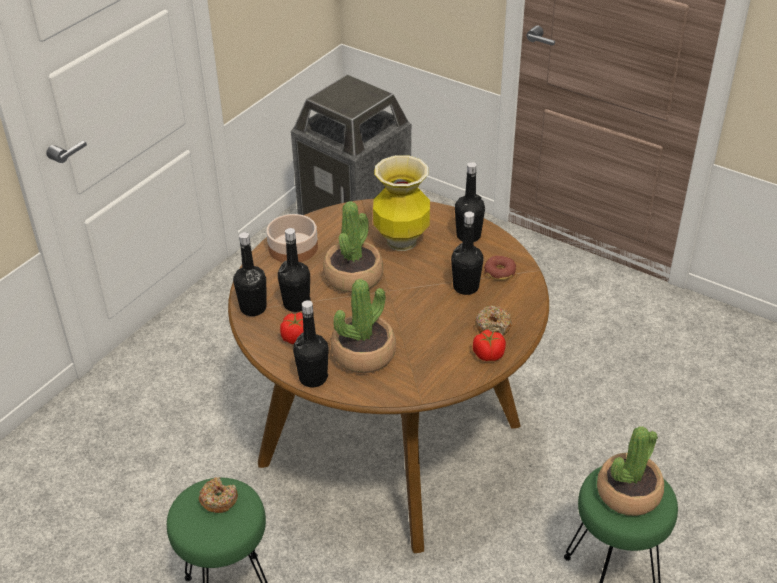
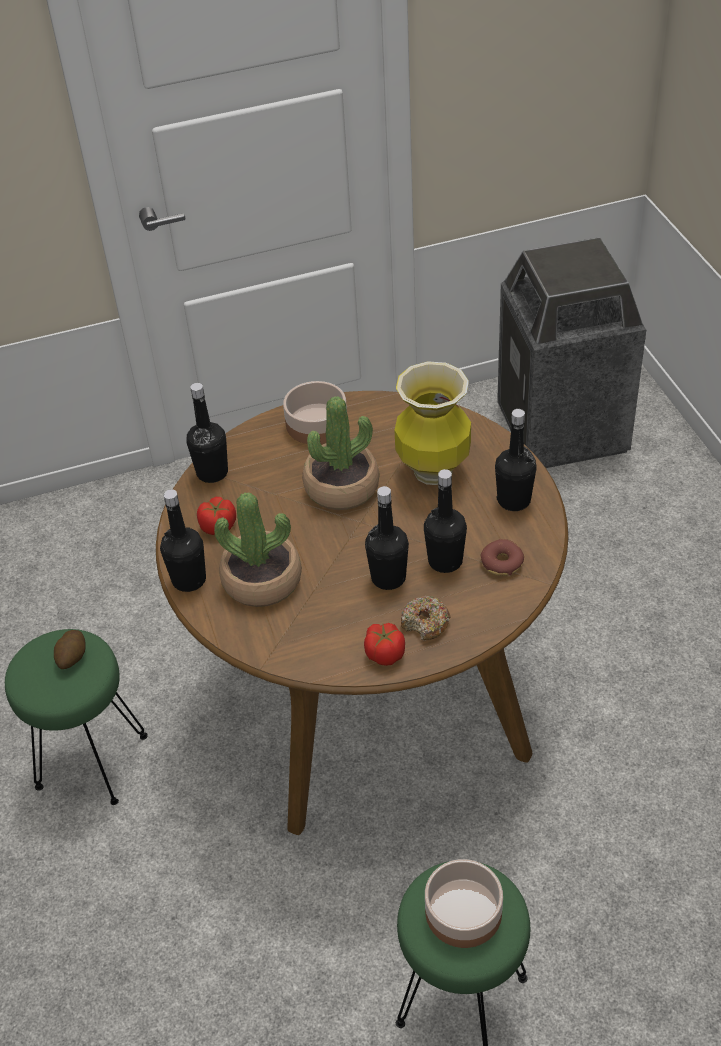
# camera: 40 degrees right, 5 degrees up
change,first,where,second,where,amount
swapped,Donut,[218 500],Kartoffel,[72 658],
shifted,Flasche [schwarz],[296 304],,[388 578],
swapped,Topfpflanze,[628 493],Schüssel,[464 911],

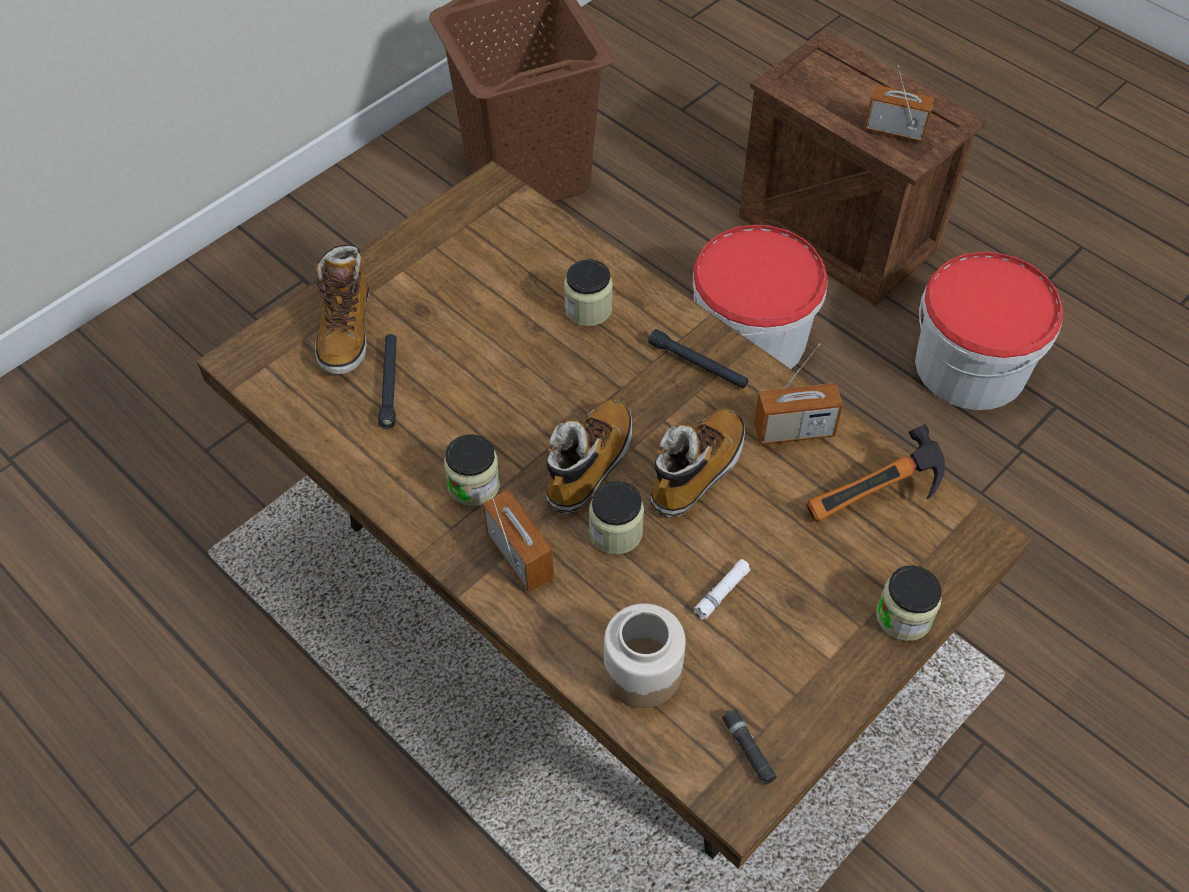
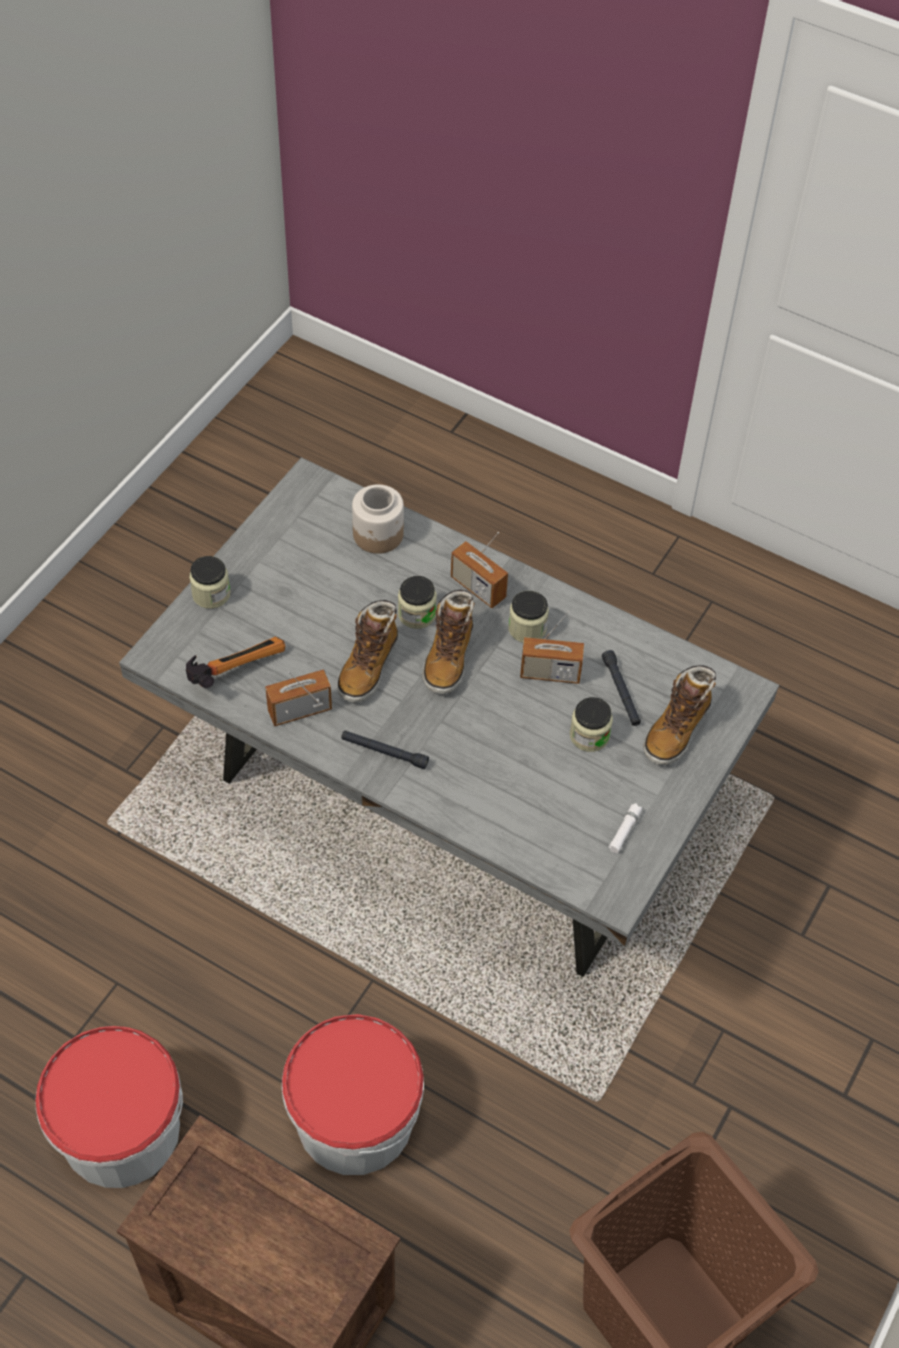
# camera: 165 degrees right, 0 degrees up
change,first,where,second,where,amount
repainted,Esstisch [braun],[590 610],Esstisch [grau],[447 811],
shifted,Radio,[895 130],,[550 673],
shifted,Vorratsglas,[588 309],,[589 736],
shifted,Taschenlampe [weiß],[722 593],,[624 831],
rotated,Stiefel,[346 331],,[676 729],135 degrees counterclockwise
gone,Taschenlampe [schwarz],[748 749],,,

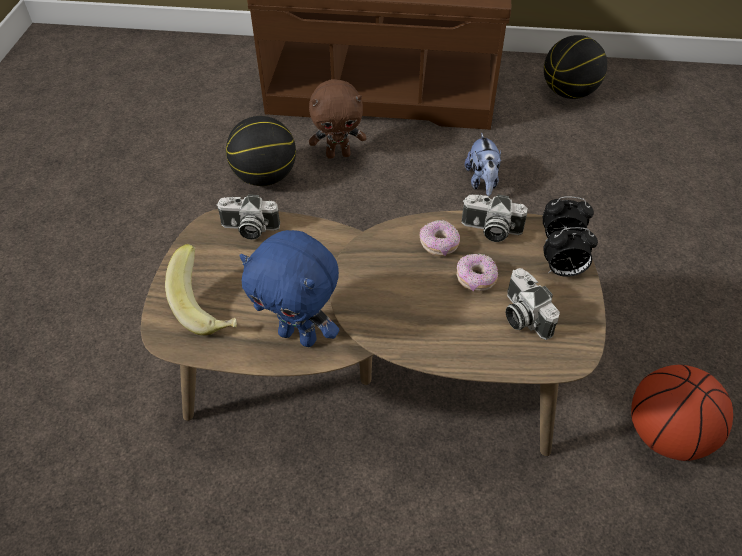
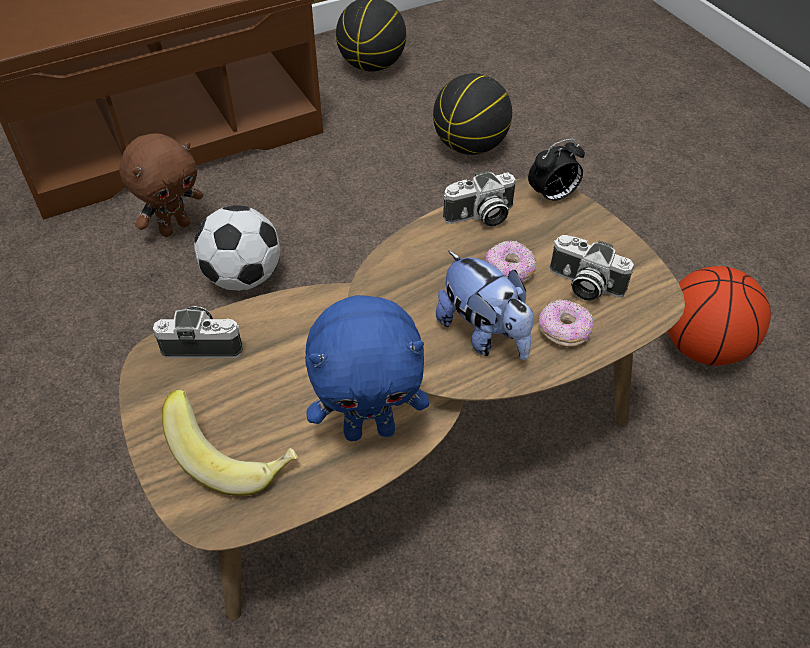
# camera: 35 degrees left, 0 degrees up
change,first,where,second,where,amount
rotated,Kamera,[249 229],,[204 343],150 degrees counterclockwise
new,,,Fußball,[243 277],
shifted,Basketball,[265 177],,[470 146],
shifted,Plüschtier,[482 182],,[484 334],
shifted,Donut,[439 244],,[564 331],
gone,Wecker,[563 271],,,

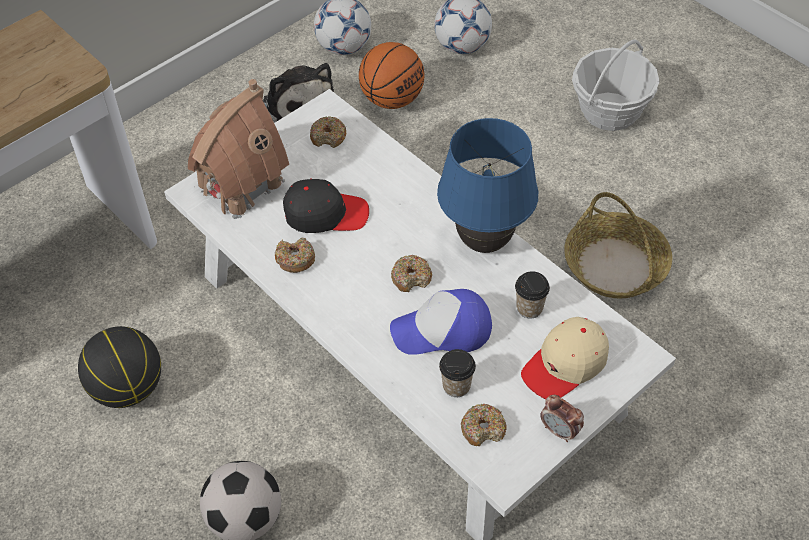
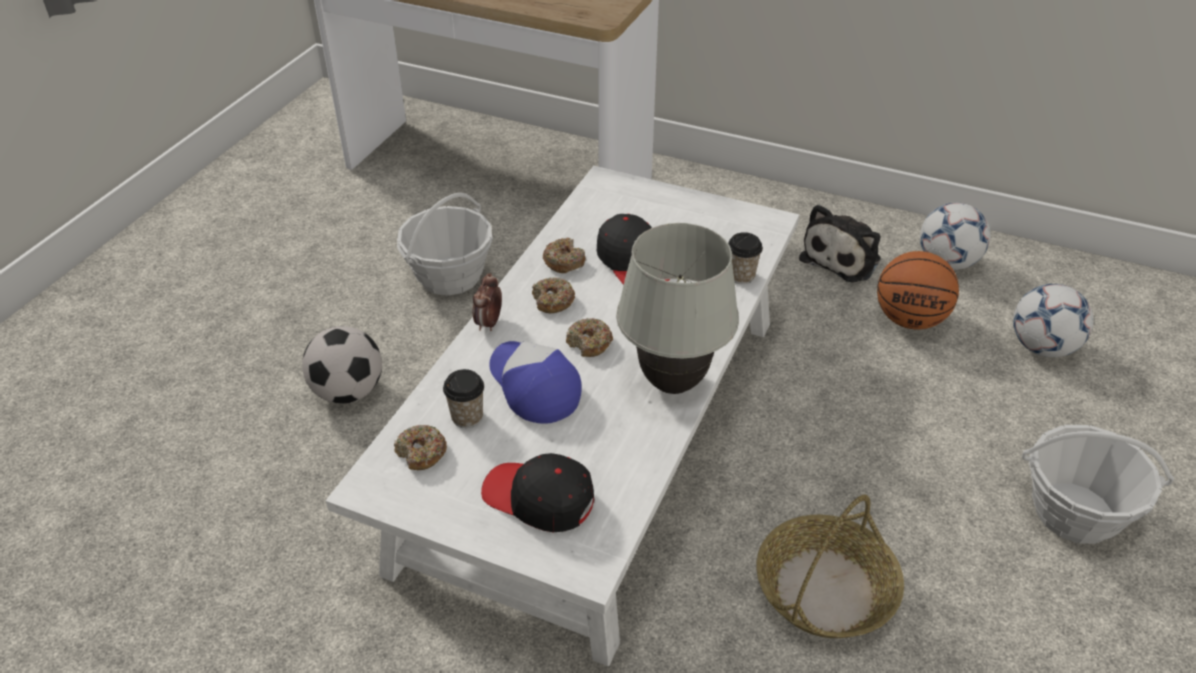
# camera: 65 degrees right, 10 degrees down
change,first,where,second,where,amount
swapped,Basketball,[128 388],Korb,[449 276],
shifted,Wecker,[560 431],,[489 323],
repainted,Kappe [beige],[565 365],Kappe [schwarz],[539 498],
shifted,Donut,[328 137],,[553 301],
repainted,Tischlampe [blau],[485 242],Tischlampe [weiß],[673 383],
shifted,Tasse,[529 308],,[741 276],
gone,Spielzeughaus,[240 183],,,

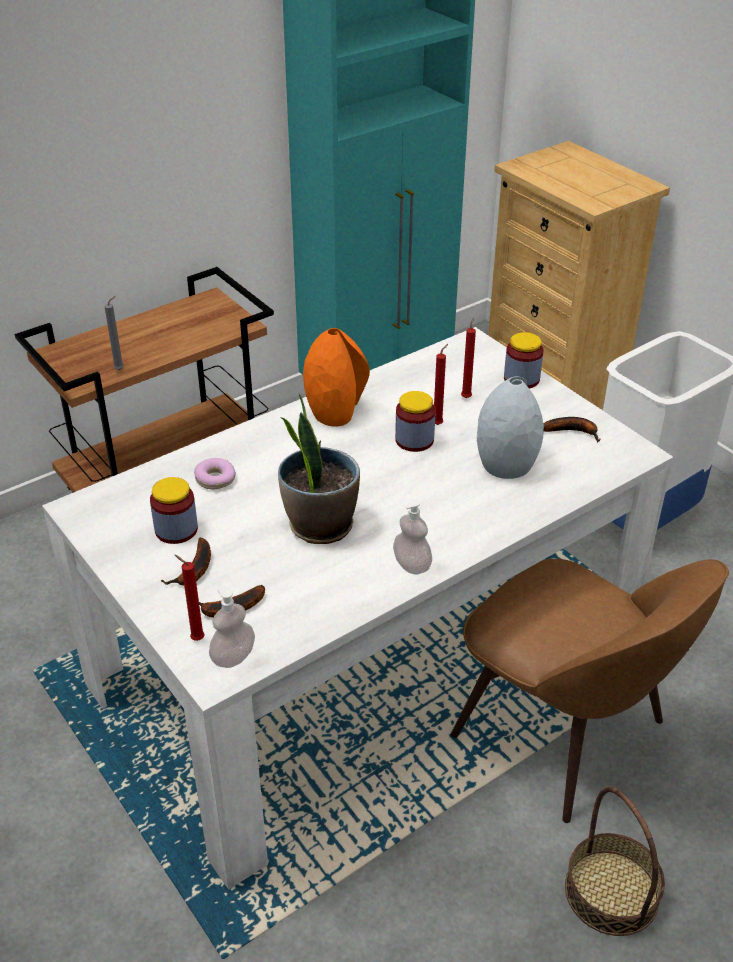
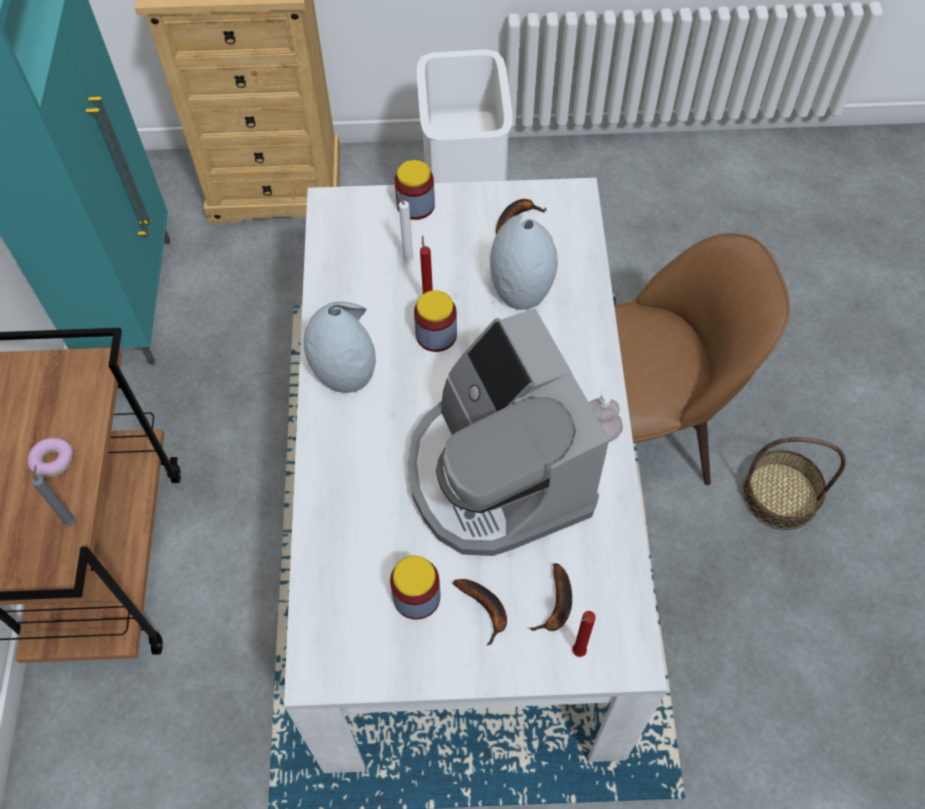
# camera: 55 degrees left, 20 degrees up
change,first,where,second,where,amount
shifted,Donut,[215 479],,[53 461],
repainted,Vase [orange],[335 412],Vase [grau],[345 371],
repainted,Kerze [rot],[466 397],Kerze [weiß],[407 260],
swapped,Topfpflanze,[320 525],Kaffeemaschine,[497 474],
gone,Seifenspender,[233 657],,,

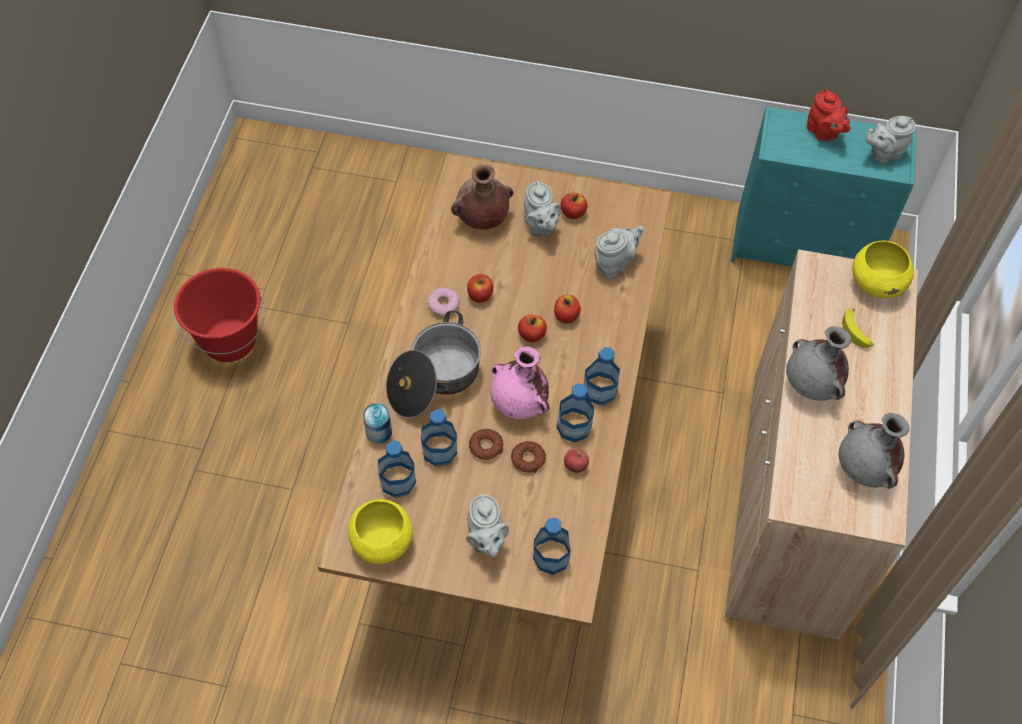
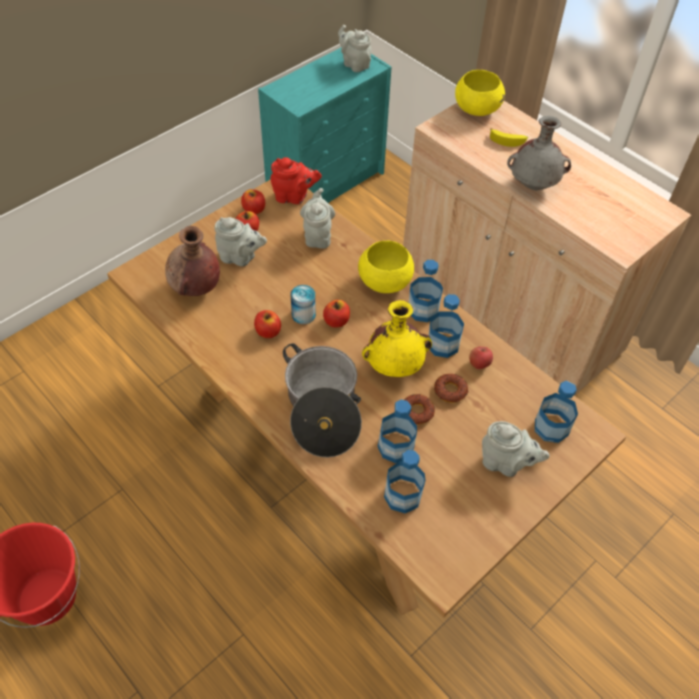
# camera: 55 degrees left, 5 degrees down
change,first,where,second,where,amount
shifted,Apfel,[566 316],,[254 210],
shifted,Teekanne [rot],[823 133],,[294 197],
shifted,Dose,[378 431],,[303 315],
rotated,Teekanne [grau],[883 154],,[354 64],120 degrees clockwise
shifted,Schüssel [gelb],[381 542],,[385 282],
repainted,Vase [rosa],[520 405],Vase [gelb],[395 366],
gone,Donut,[444 305],,,
gone,Vase [grau],[864 470],,,

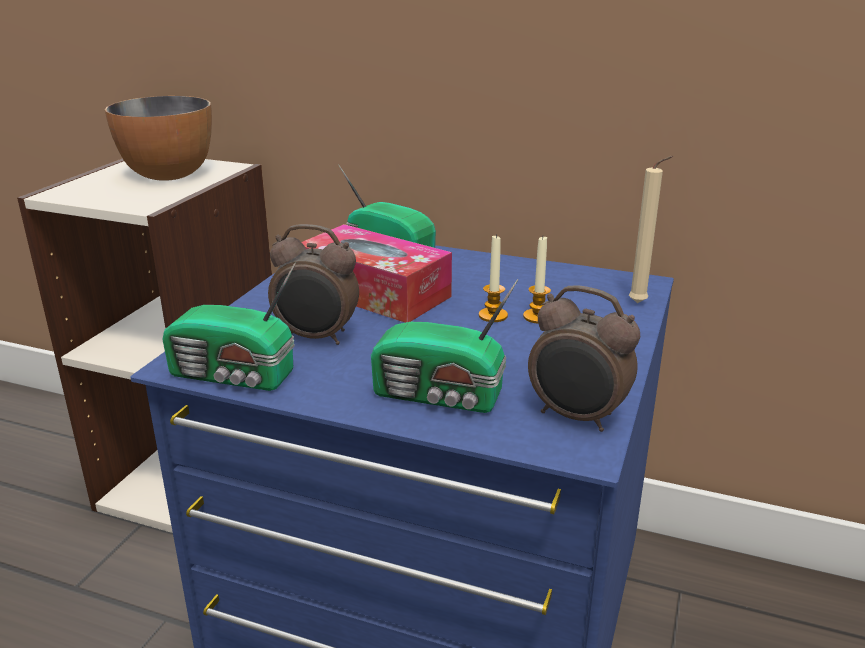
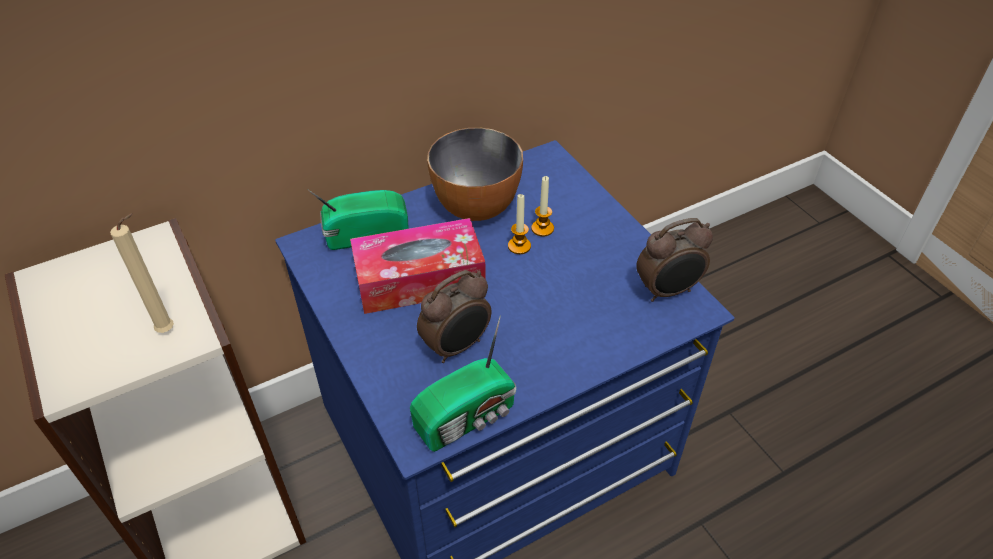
# camera: 50 degrees left, 20 degrees up
change,first,where,second,where,amount
shifted,Kerze [beige],[640 304],,[169 330],
shifted,Schüssel,[168 175],,[477 207],
gone,Radio,[440 396],,,

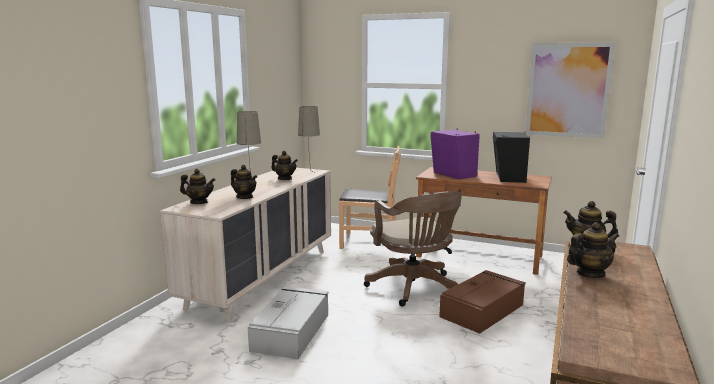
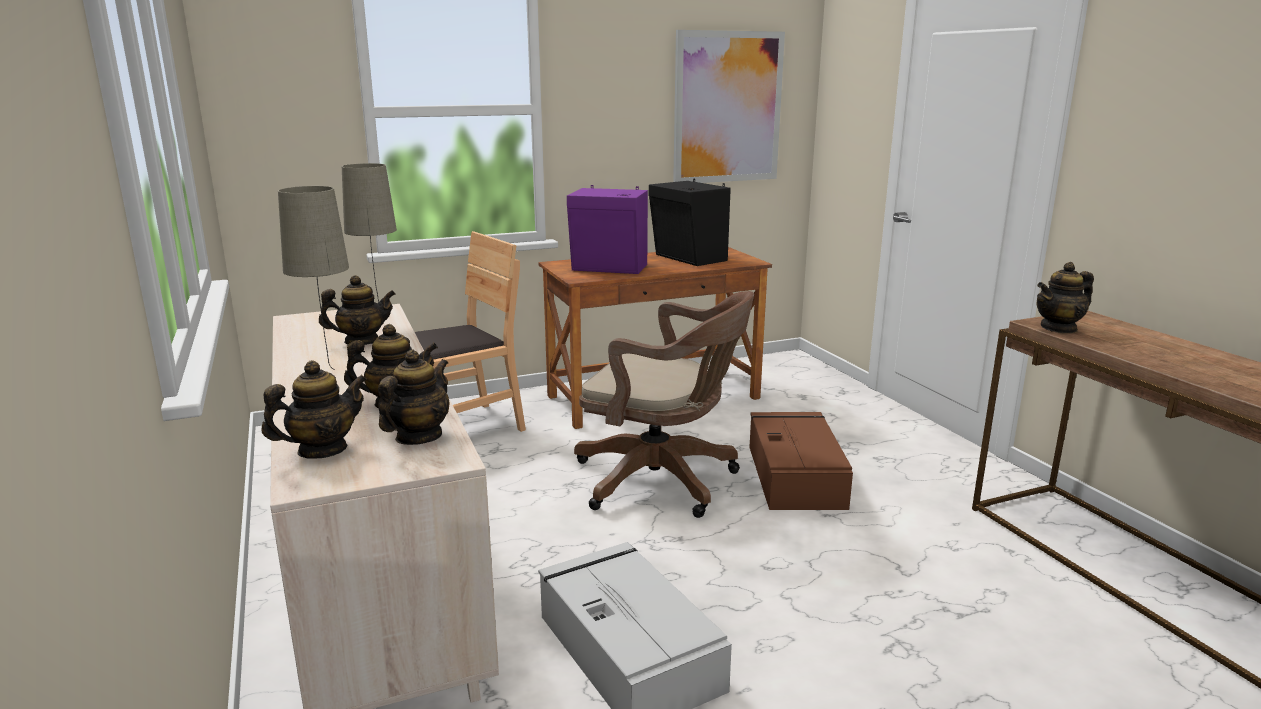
# camera: 45 degrees left, 5 degrees up
change,first,where,second,where,amount
shifted,Teekanne,[589 274],,[418 437],

